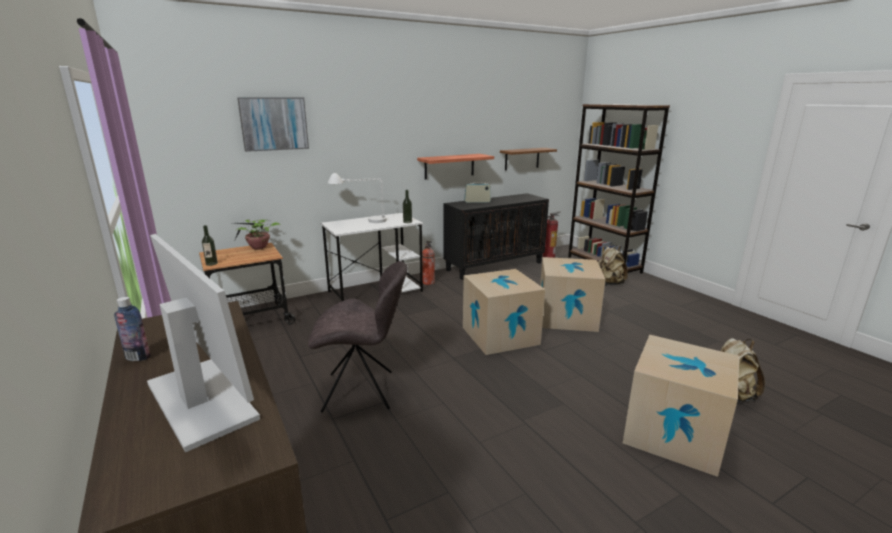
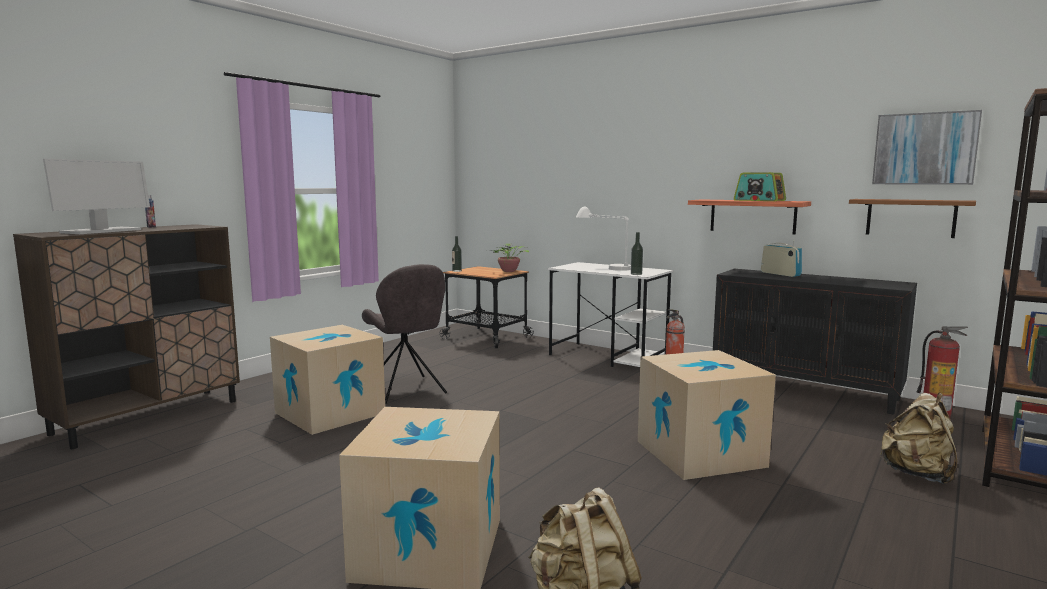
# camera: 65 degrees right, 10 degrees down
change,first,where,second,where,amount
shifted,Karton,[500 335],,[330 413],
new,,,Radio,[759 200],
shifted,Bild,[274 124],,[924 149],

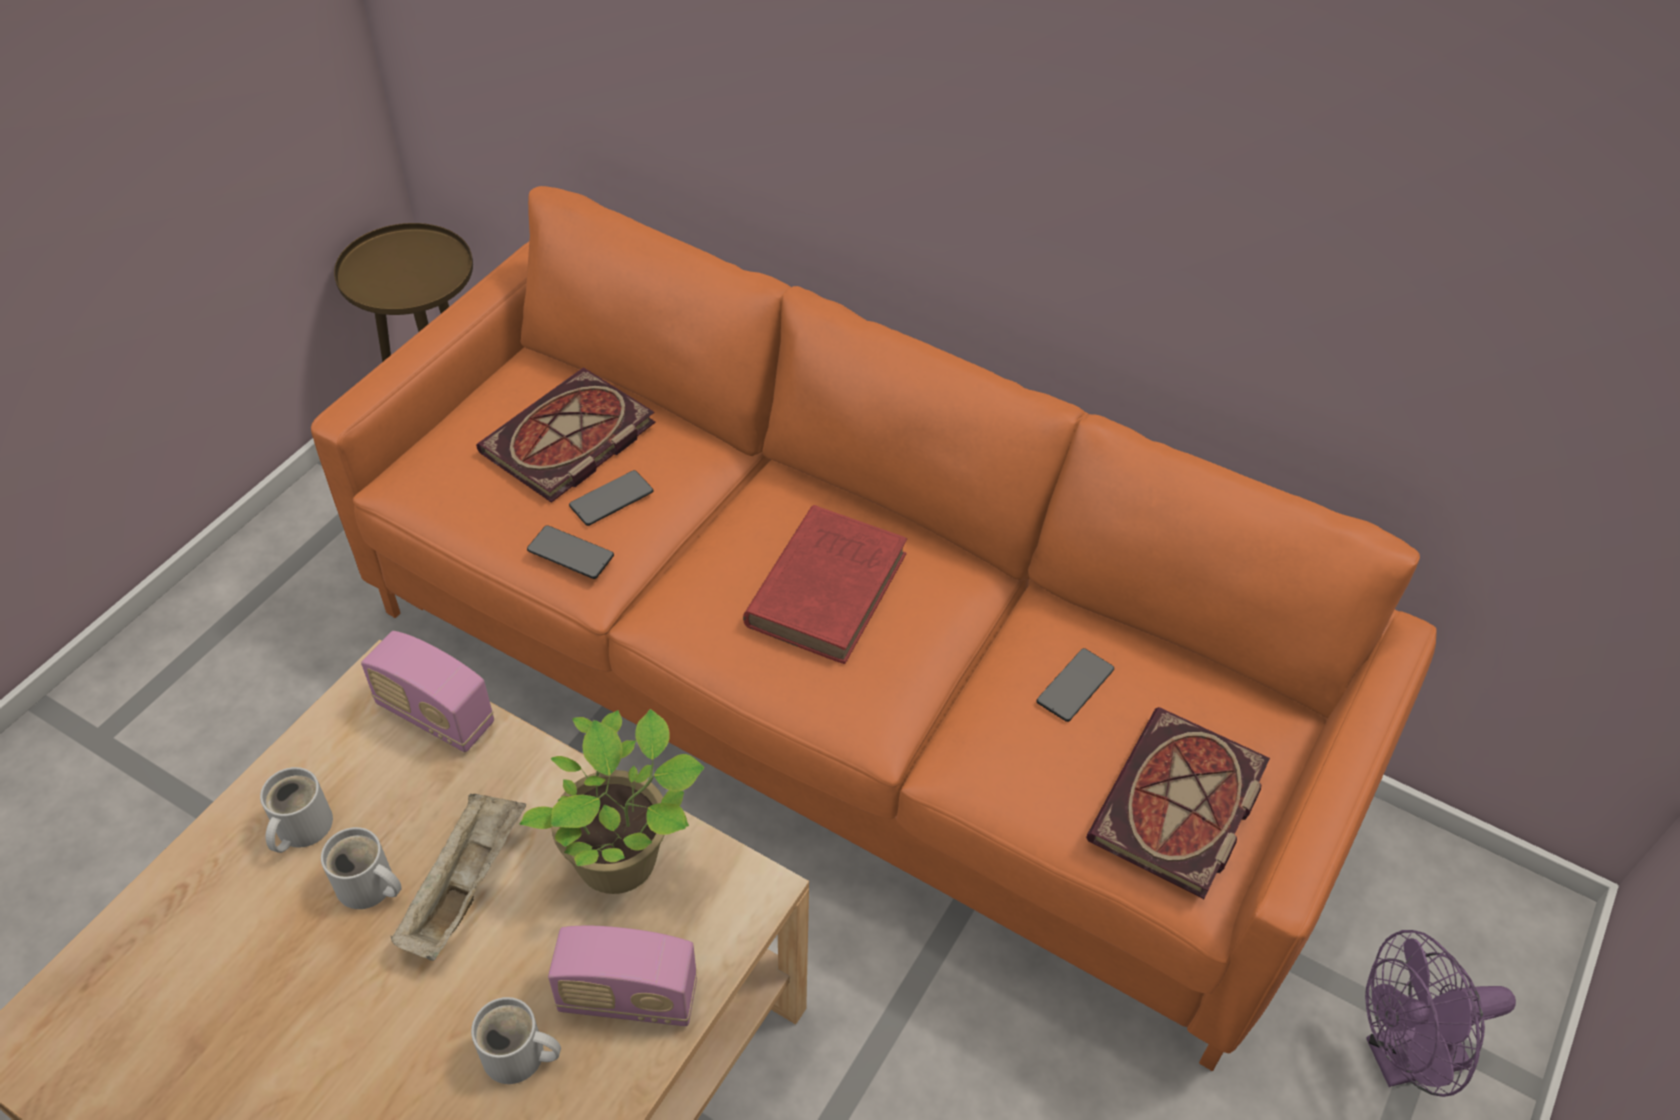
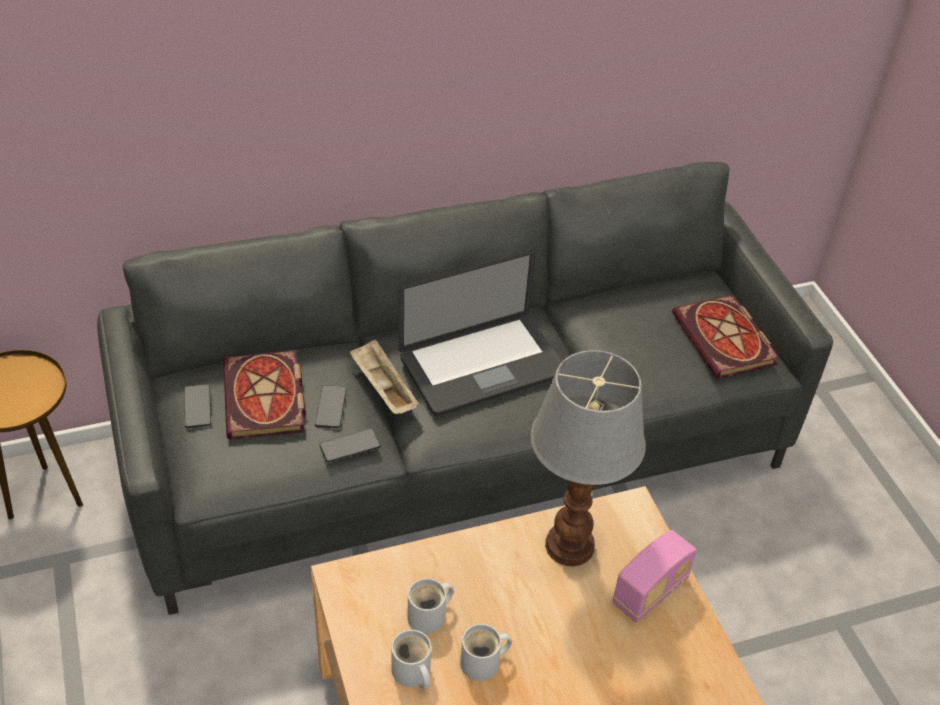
# camera: 50 degrees left, 5 degrees down
change,first,where,second,where,amount
repainted,Sofa [orange],[837 709],Sofa [grau],[463 460],
shifted,Handy,[1075 686],,[197 407],
shifted,Tablett [beige],[465 885],,[383 389],
swapped,Buch [rot],[828 586],Laptop,[482 366],
shifted,Henkelbecher [weiß],[518 1058],,[430 616],
swapped,Topfpflanze,[624 859],Tischlampe,[568 546],
gone,Radio,[435 715],,,
gone,Ventilator [lila],[1402 1059],,,

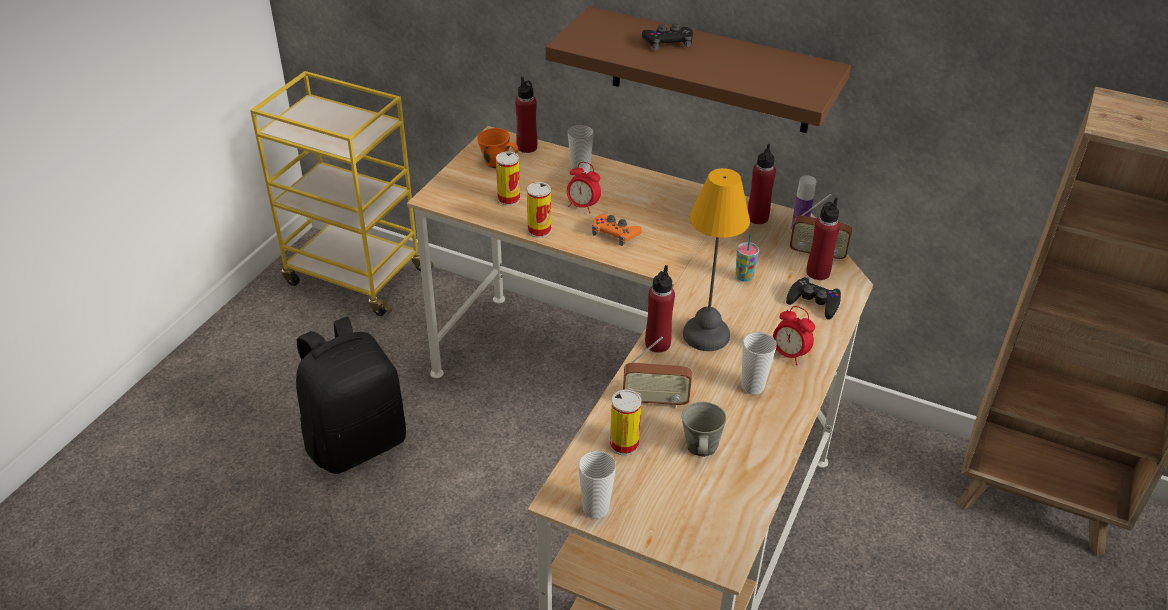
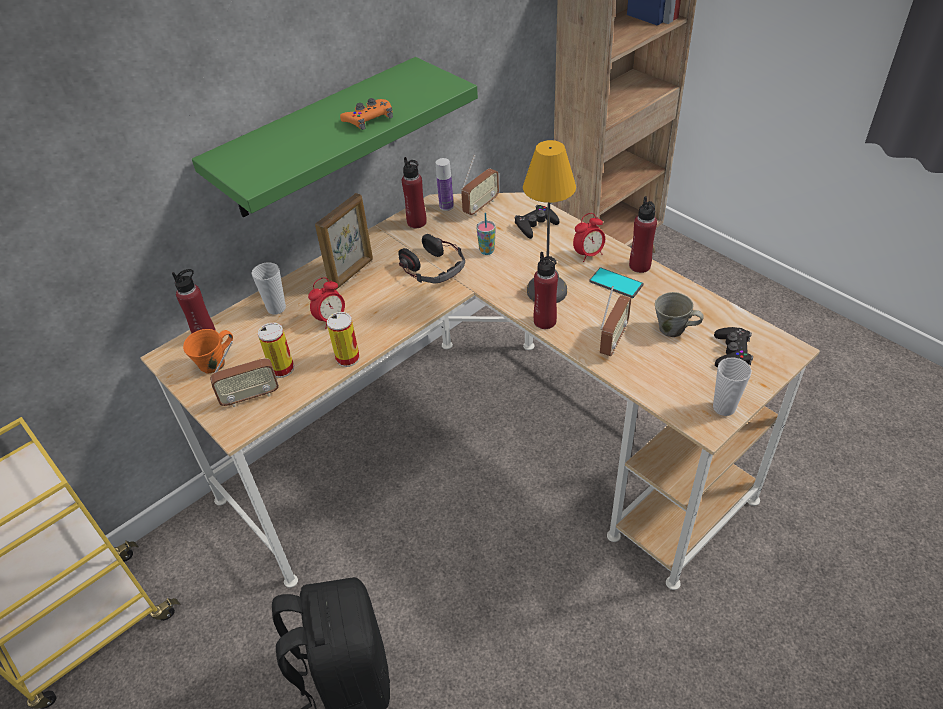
# camera: 65 degrees left, 5 degrees up
change,first,where,second,where,amount
repainted,Wandregal [braun],[711 71],Wandregal [grün],[319 139],
new,,,Radio,[250 397],
new,,,Bilderrahmen,[352 273],
shifted,Gamepad [orange],[615 233],,[368 119],
new,,,Kopfhörer,[433 267],
swapped,Tasse,[752 386],Handy,[616 283],
shifted,Flasche [rot],[817 272],,[639 266],
shifted,Gamepad [schwarz],[668 42],,[731 352],
gone,Dose,[624 444],,,

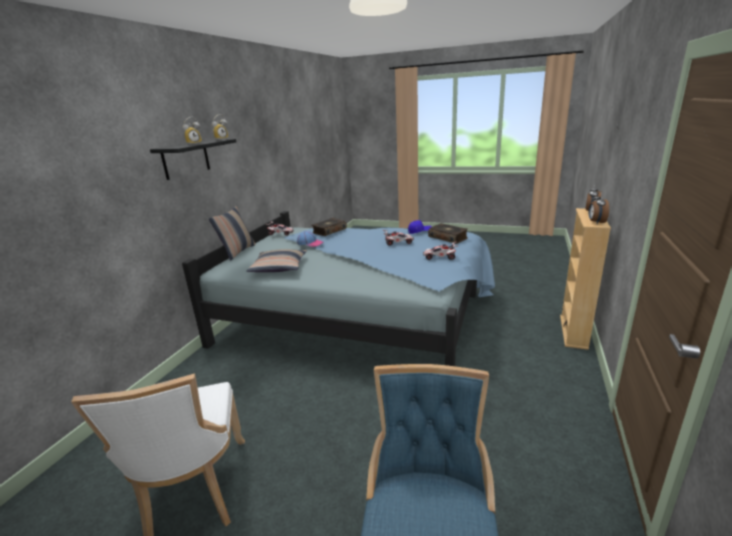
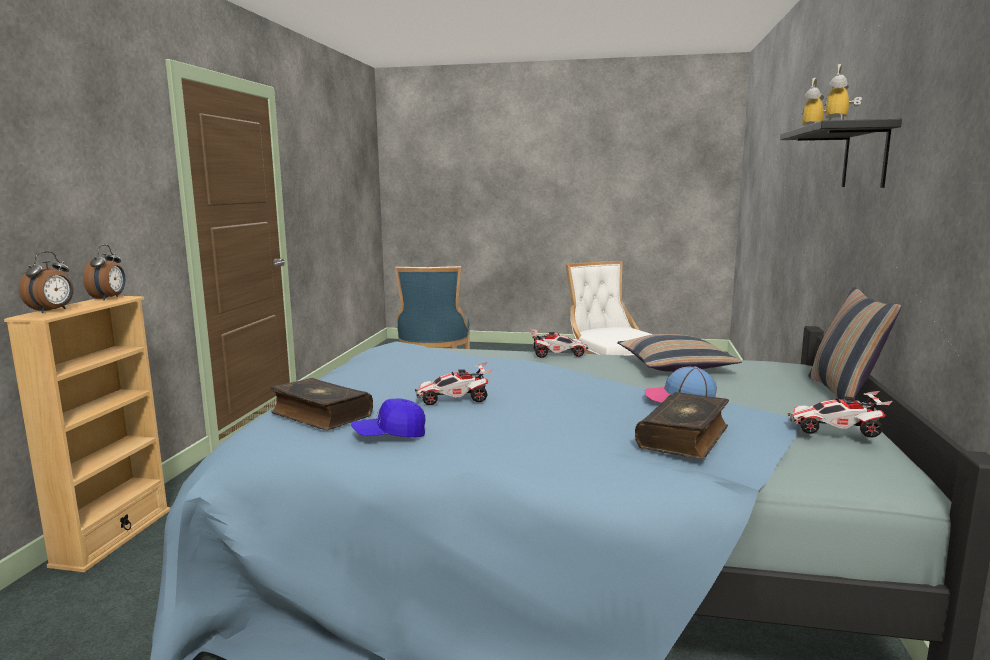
# camera: 170 degrees right, 10 degrees down
change,first,where,second,where,amount
shifted,Spielzeugauto,[440 257],,[557 354],

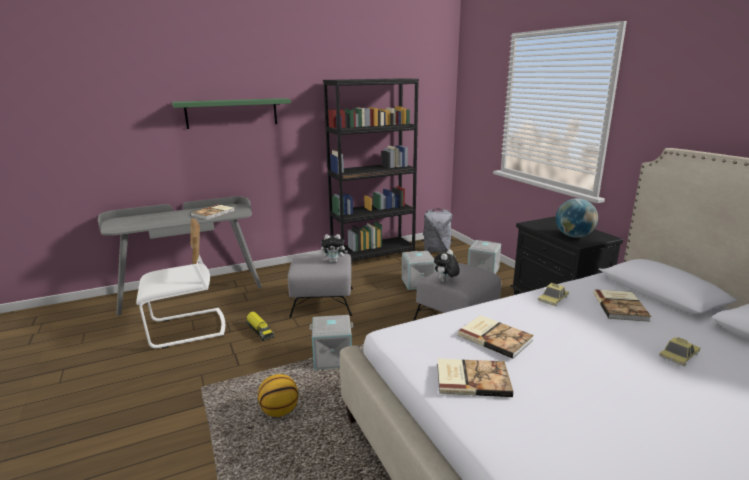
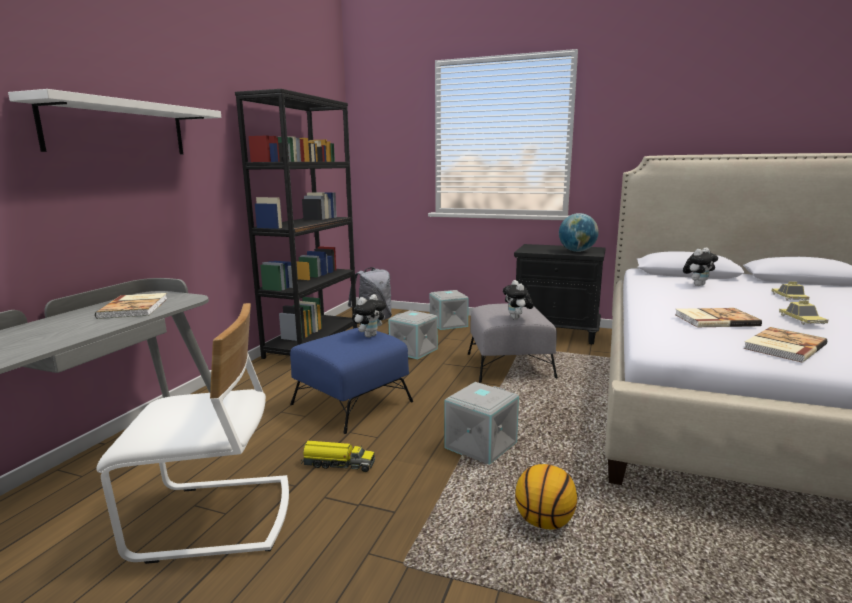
# camera: 45 degrees left, 5 degrees down
change,first,where,second,where,amount
repainted,Wandregal [grün],[232 113],Wandregal [weiß],[117 128],
rotated,Stuhl [weiß],[187 329],,[214 519],60 degrees clockwise
repainted,Polsterhocker [grau],[323 302],Polsterhocker [blau],[352 403],
swapped,Buch,[621 306],Plüschtier,[697 285],
shifted,Spielzeugauto,[553 299],,[801 320],

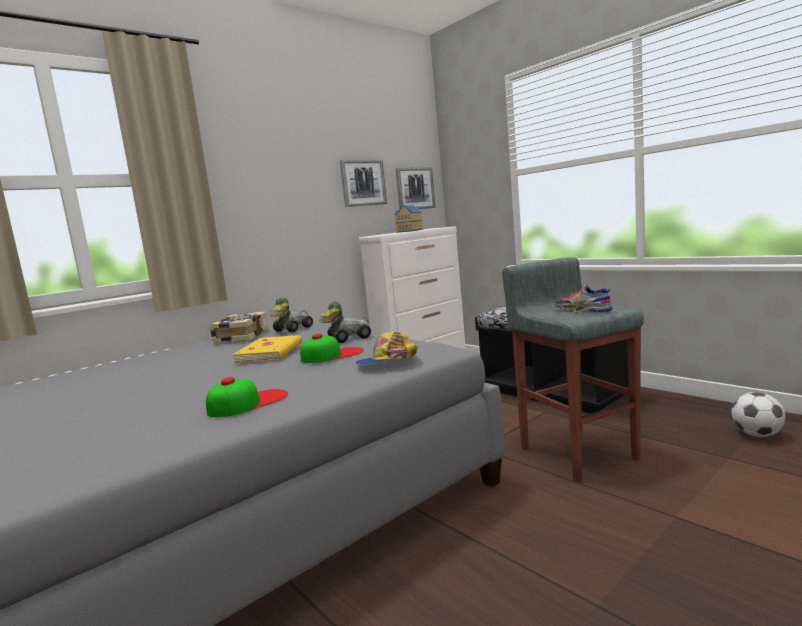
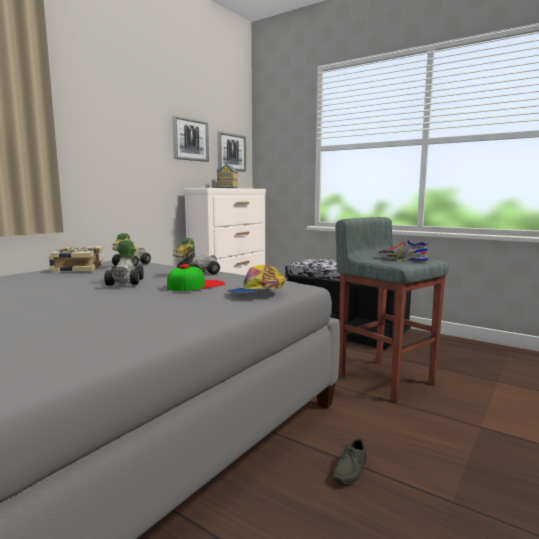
# camera: 15 degrees left, 0 degrees up
change,first,where,second,where,amount
swapped,Buch [gelb],[271 352],Spielzeugauto,[127 281],
new,,,Schuh [grau],[348 469],
gone,Kappe,[248 402],,,
gone,Fußball,[757 435],,,

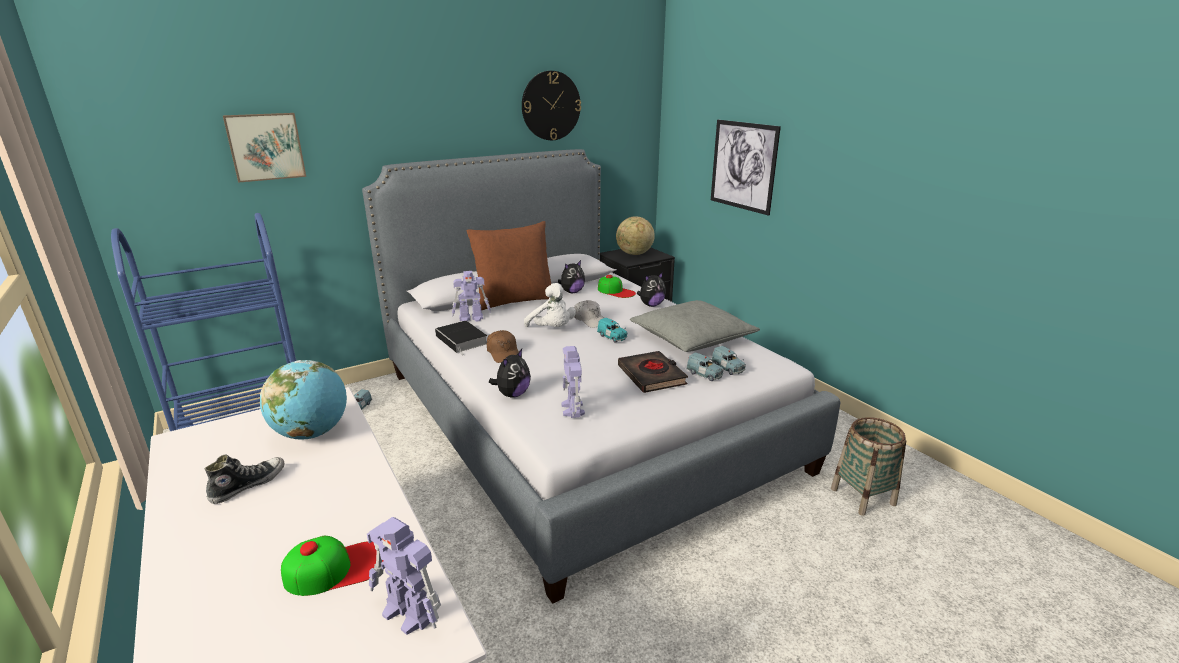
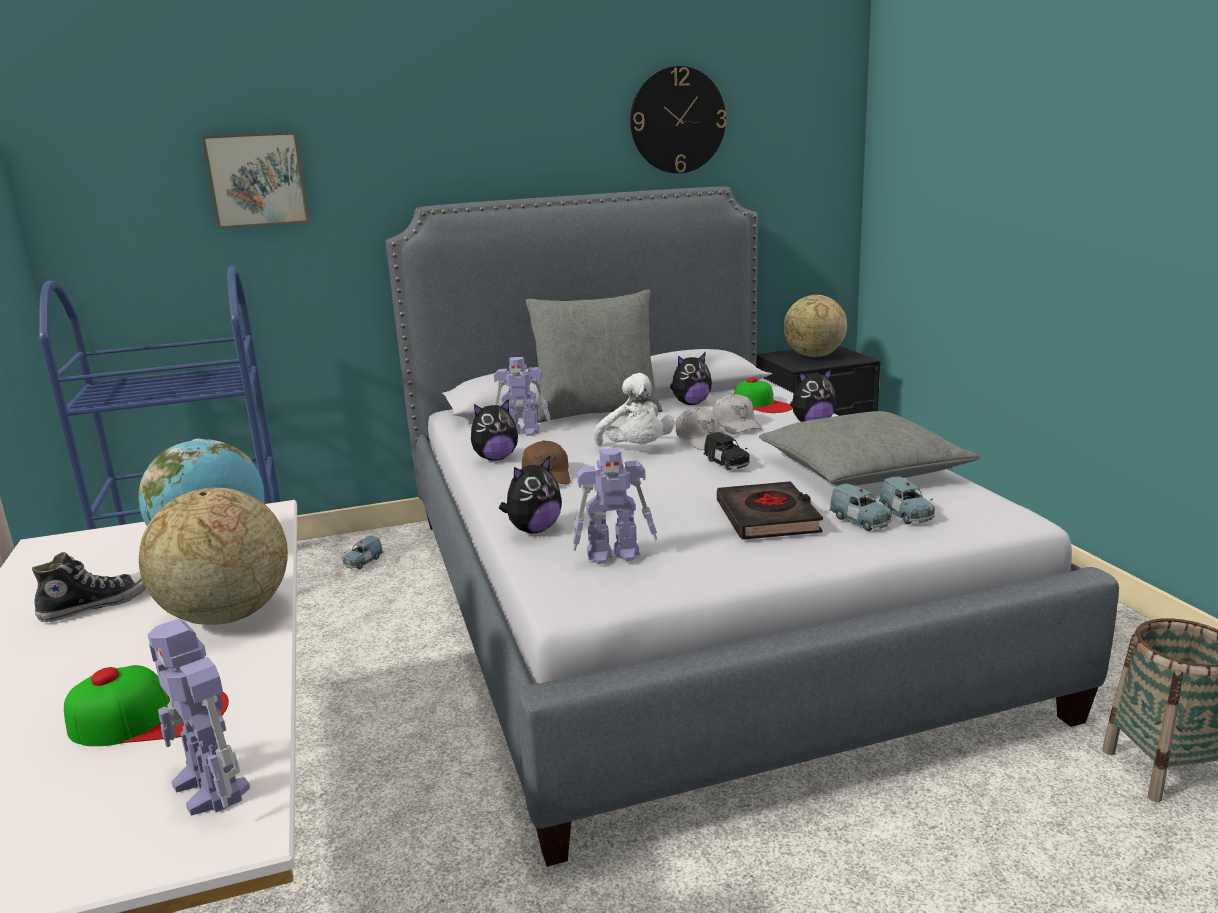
# camera: 15 degrees right, 5 degrees down
change,first,where,second,where,amount
new,,,Globus,[226 616],
swapped,Buch,[463 340],Plüschtier,[495 458],
repainted,Kissen [braun],[514 300],Kissen [grau],[597 412],
rotated,Spielzeugroboter,[573 409],,[615 554],105 degrees counterclockwise
repainted,Spielzeugauto [türkis],[612 337],Spielzeugauto [schwarz],[726 463],
new,,,Kappe [weiß],[736 425],
gone,Bild,[743 166],,,

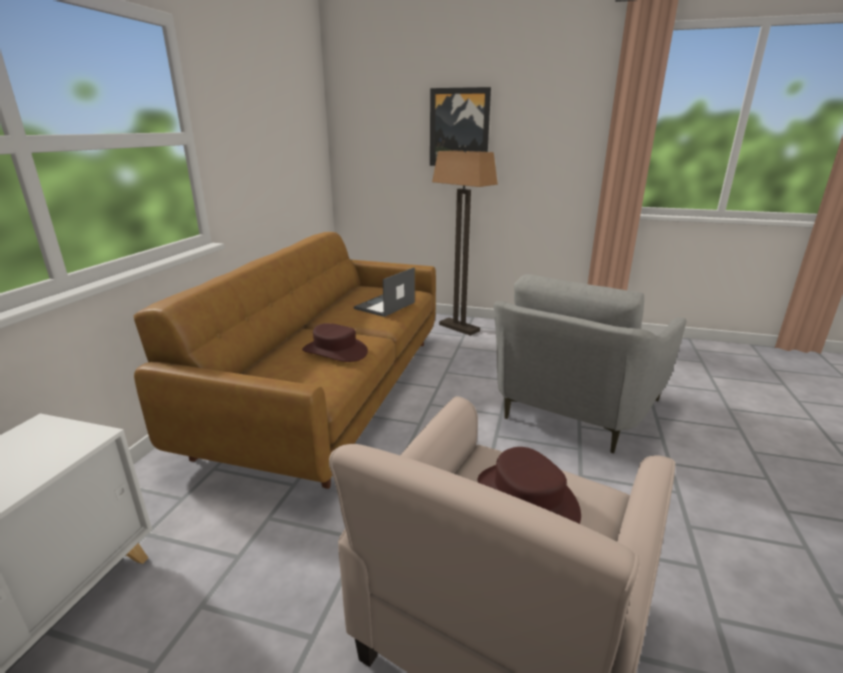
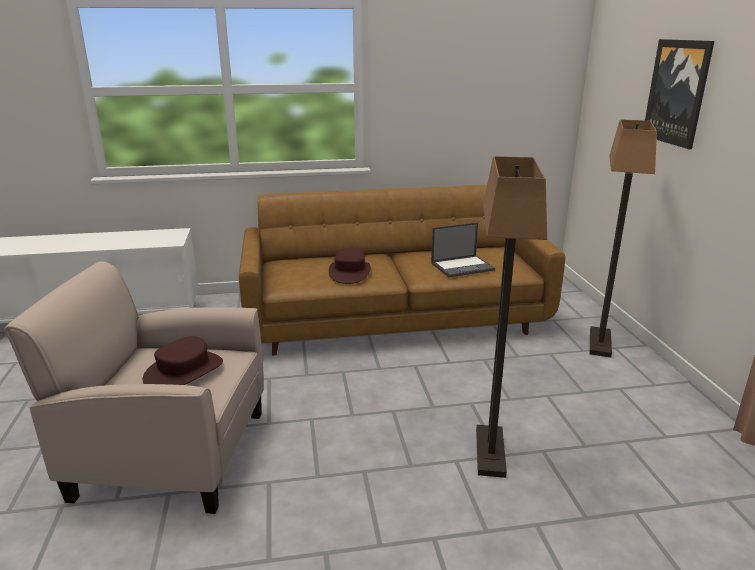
# camera: 65 degrees right, 0 degrees up
change,first,where,second,where,amount
rotated,Laptop,[384 306],,[463 266],150 degrees clockwise
swapped,Sessel [grau],[572 409],Stehlampe,[489 452],

